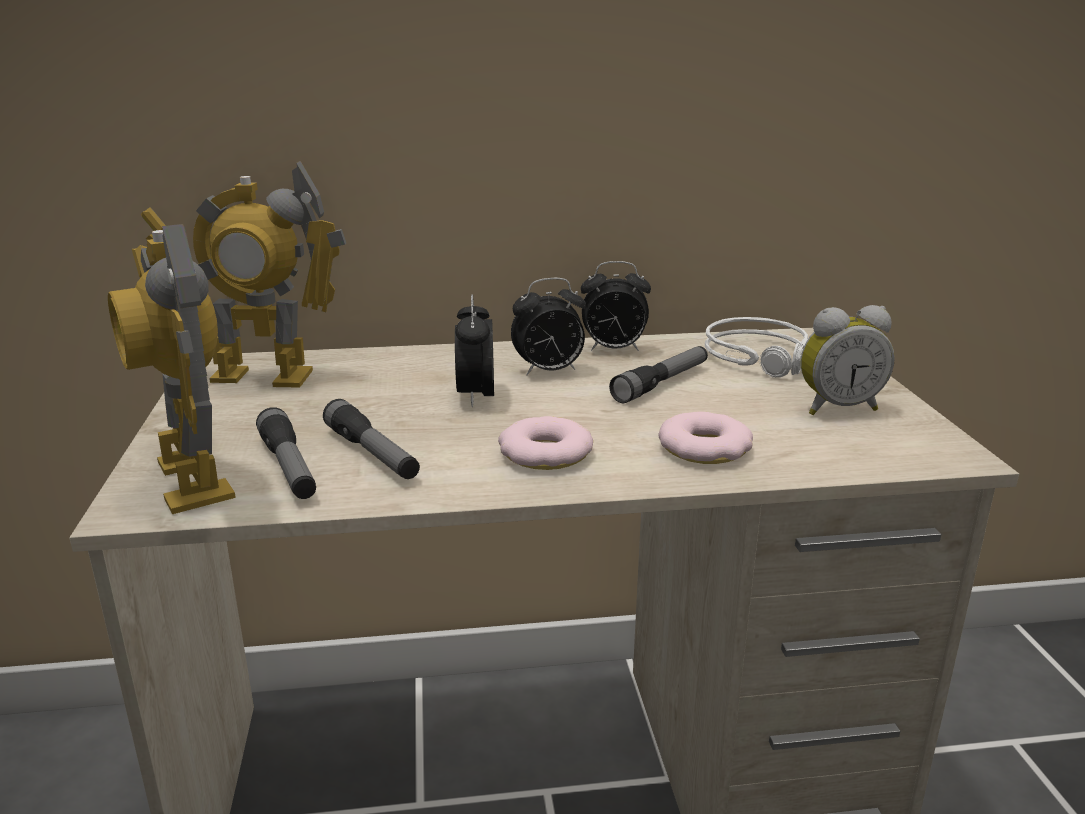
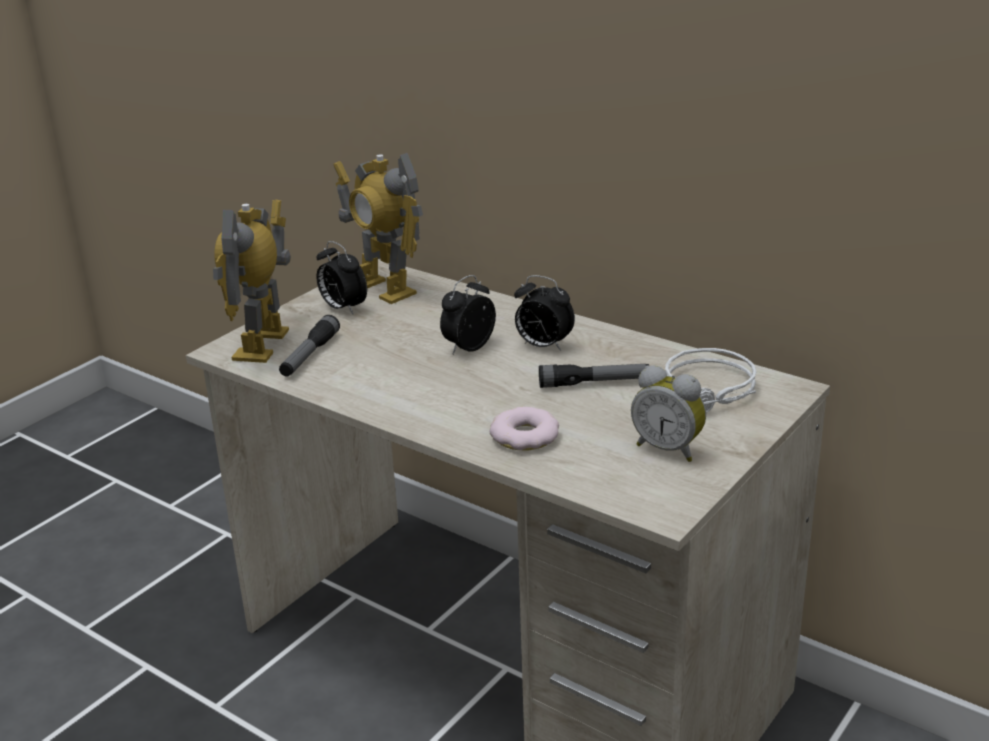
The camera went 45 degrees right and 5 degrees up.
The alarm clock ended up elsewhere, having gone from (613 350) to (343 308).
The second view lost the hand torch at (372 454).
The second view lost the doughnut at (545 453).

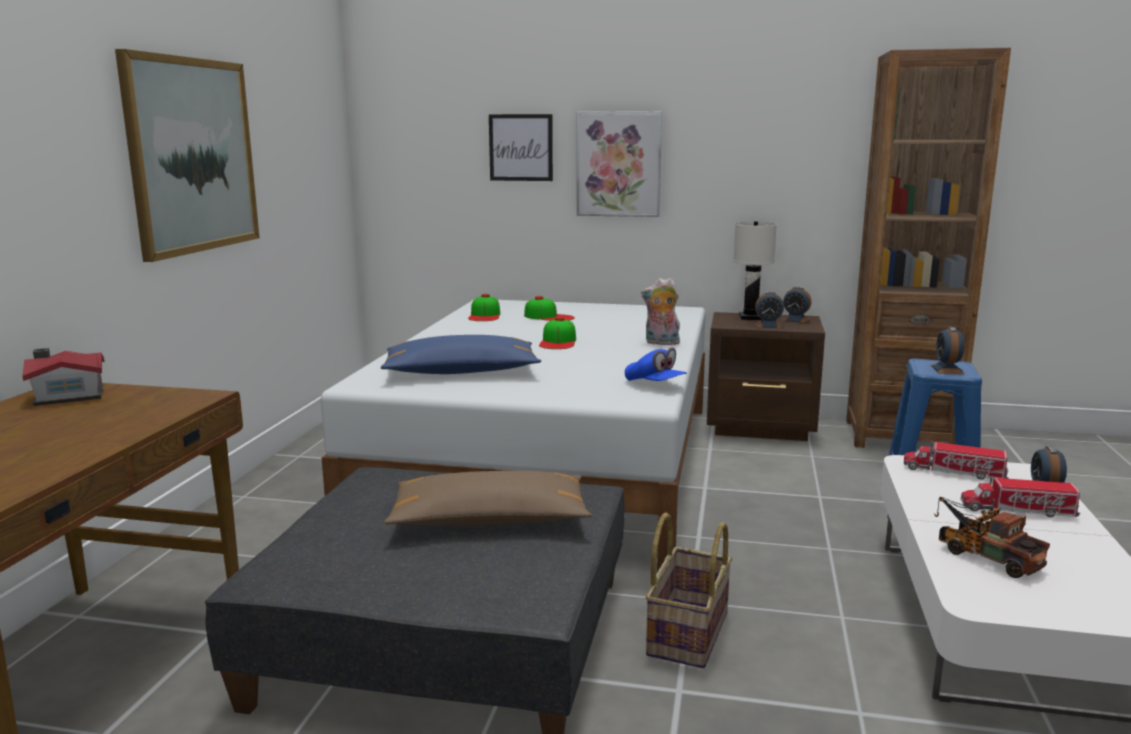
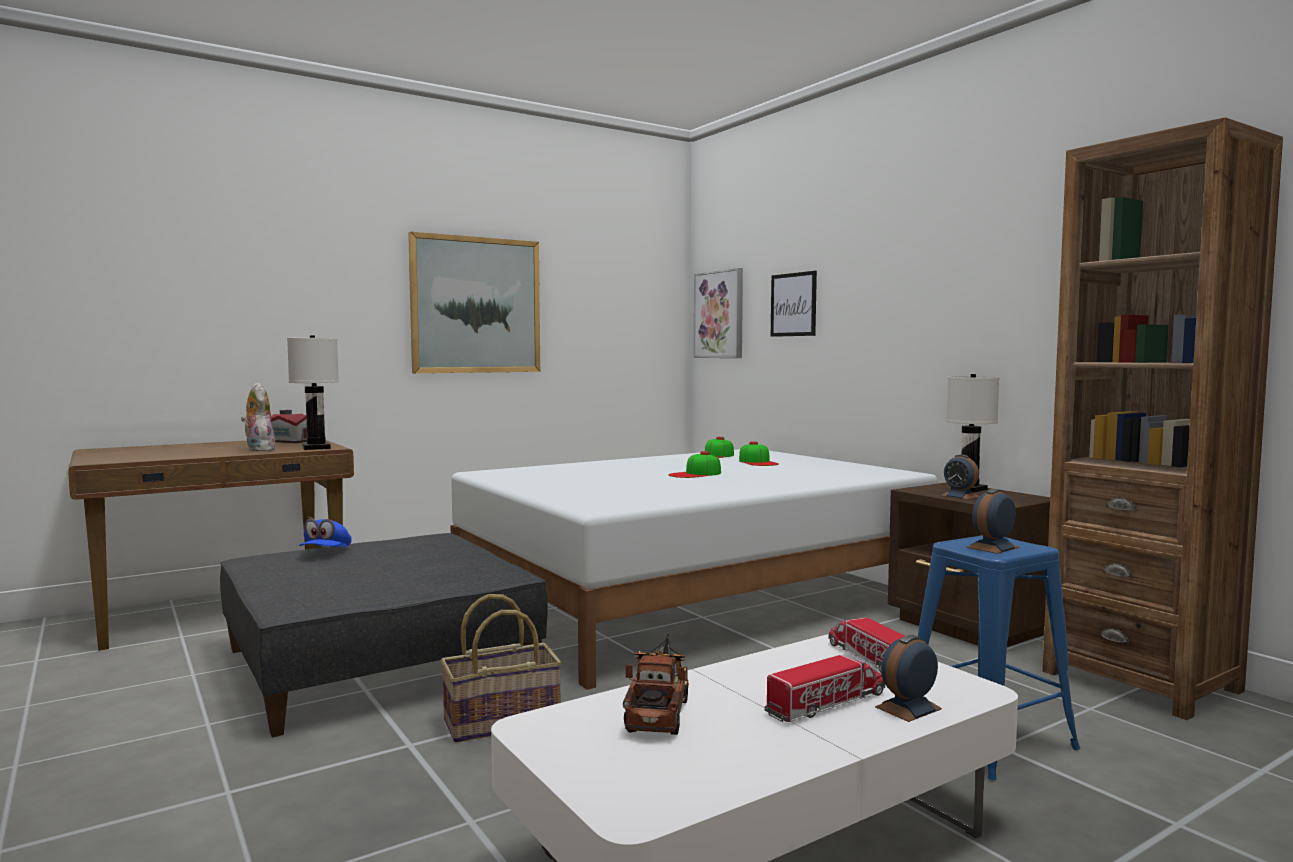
The camera went 45 degrees right and 10 degrees down.
The wall art ended up elsewhere, having gone from (619 164) to (719 314).
The soft toy ended up elsewhere, having gone from (661 343) to (258 450).
The second view lost the alarm clock at (796 320).
The second view lost the blue cushion at (461 372).
The blue peaked cap ended up elsewhere, having gone from (655 384) to (326 552).
The second view lost the brown cushion at (489 519).
The toy lorry at (1017 510) ended up facing another way, 90 degrees clockwise from before.
The second view gained the white-coloured lamp for a table at (316 448).

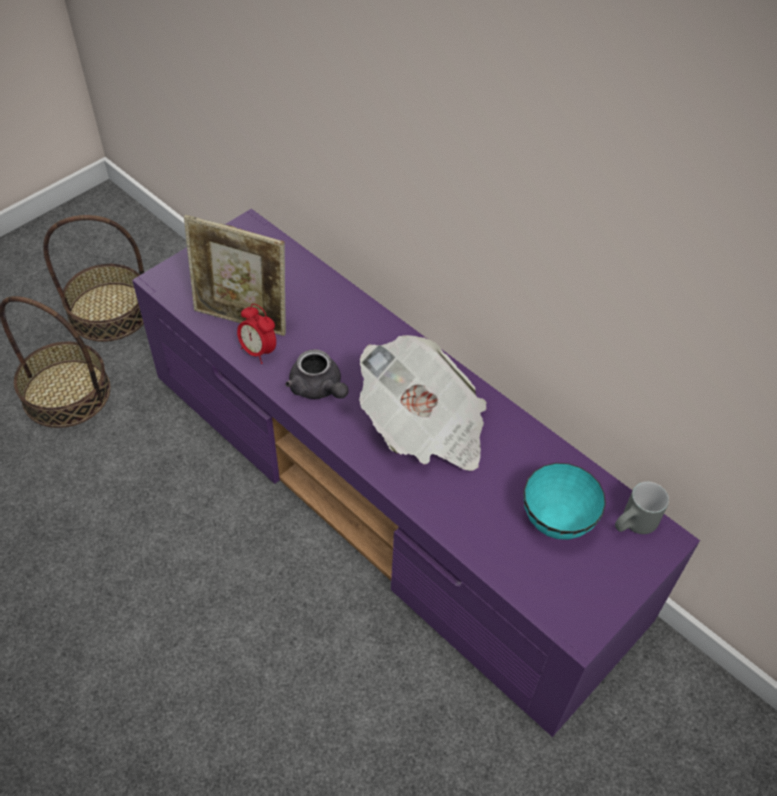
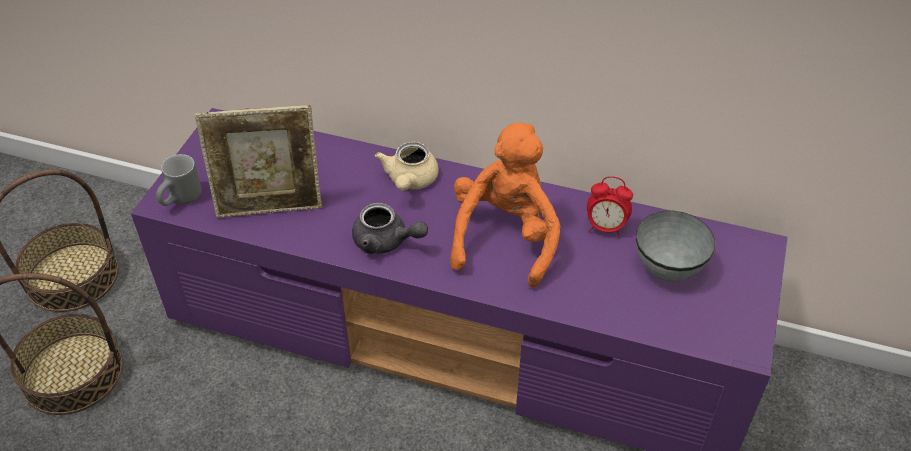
The camera went 25 degrees left and 5 degrees down.
The alarm clock ended up elsewhere, having gone from (258 351) to (605 228).
Where the daily paper stood at (424 427), the orangey soft toy came to stand at (505 237).
What was the turquoise-coloured deep dish at (556 520) turned into the greyish deep dish at (667 267).
The greyish mug ended up elsewhere, having gone from (635 526) to (182 200).
The second view gained the beige pot for tea at (410 181).

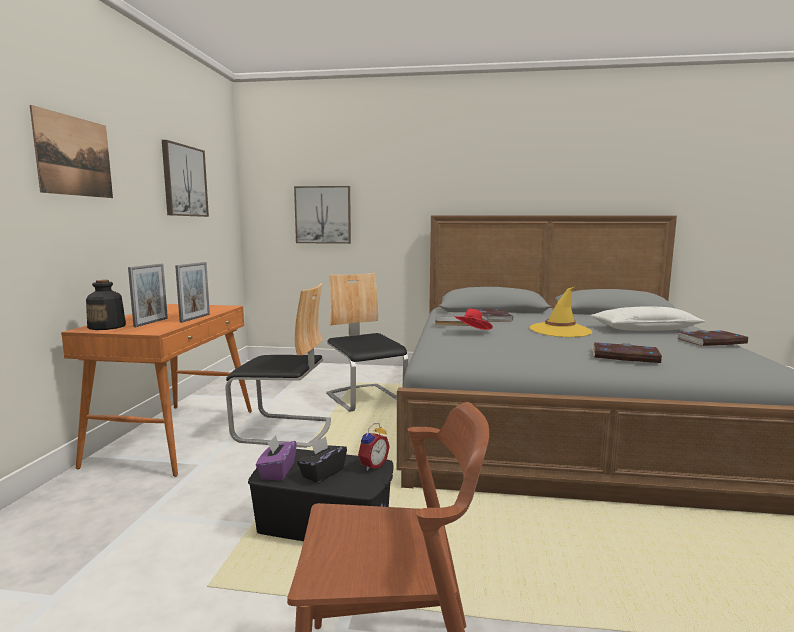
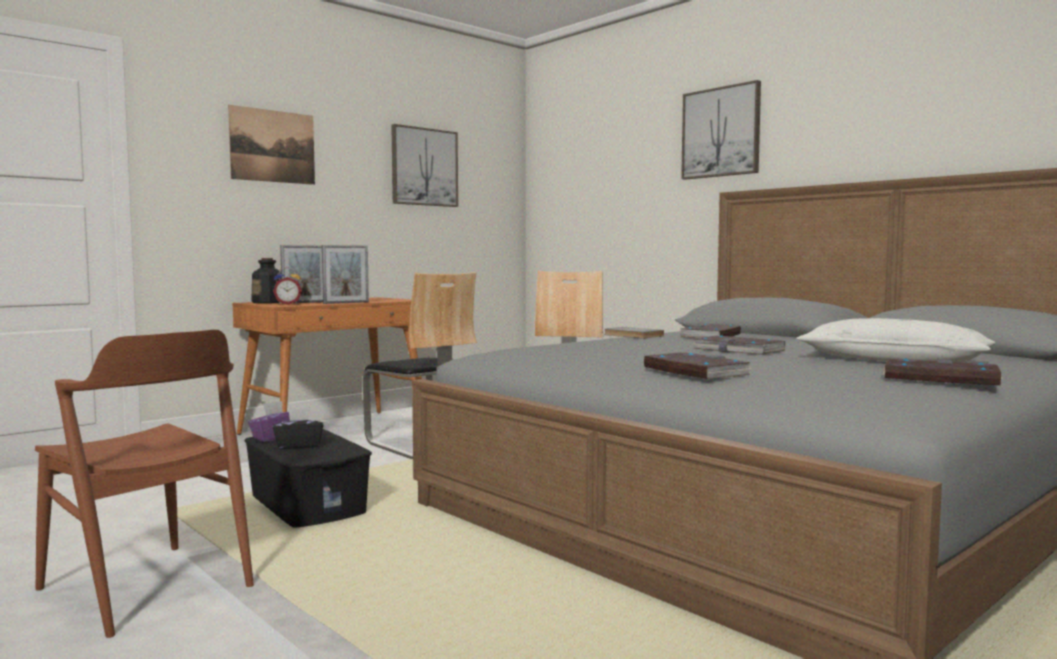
The camera went 40 degrees right and 5 degrees down.
The wall art ended up elsewhere, having gone from (323 215) to (721 132).
Where the yellow-coloured hat stood at (560 330), the bound book came to stand at (739 350).
The second view lost the red-coloured hat at (472 332).
The alarm clock ended up elsewhere, having gone from (372 465) to (288 304).

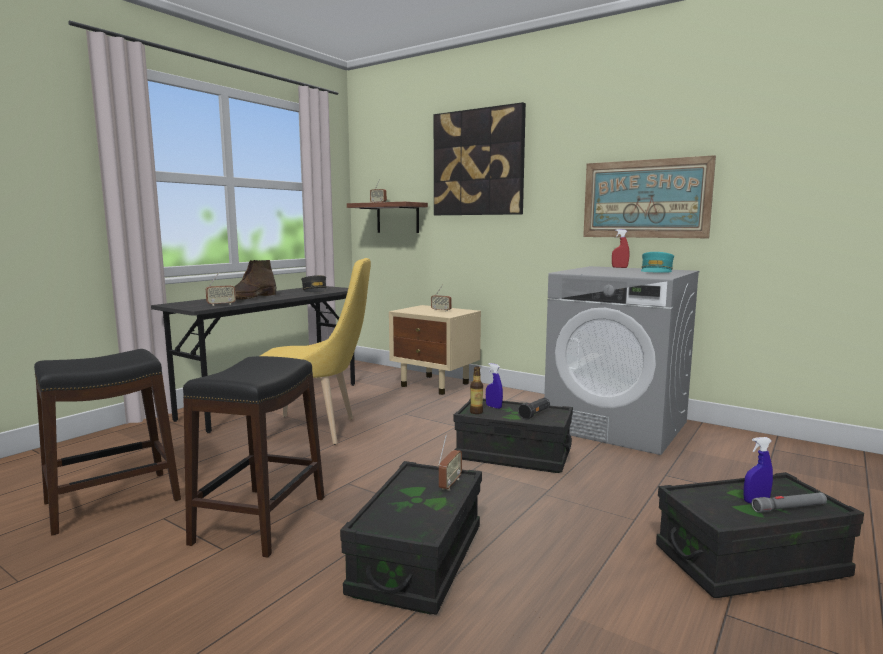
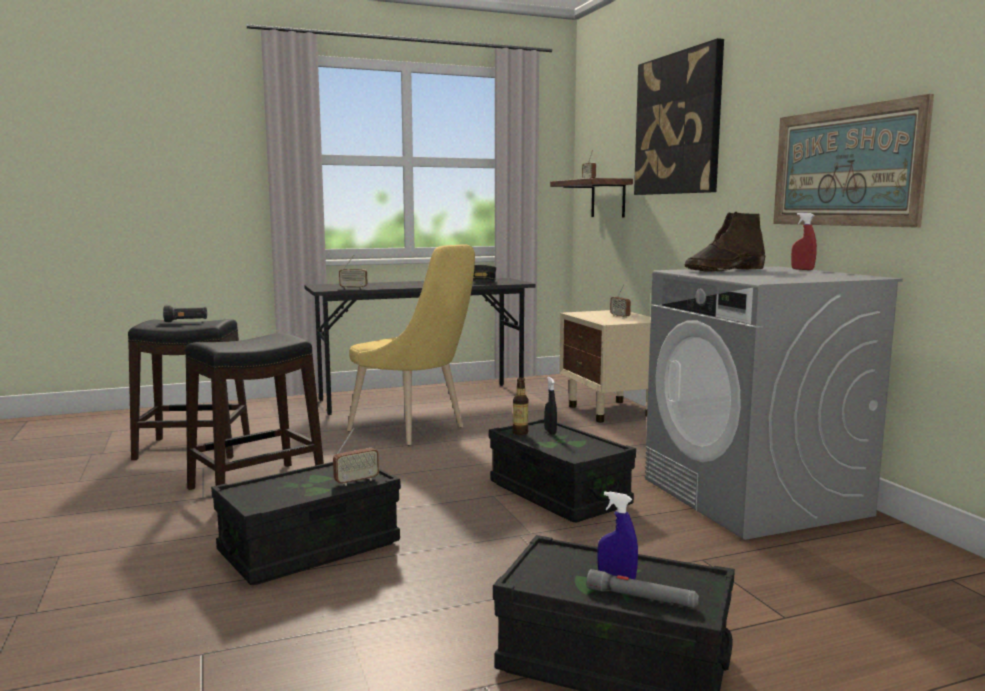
The camera went 35 degrees right and 0 degrees up.
The second view lost the turquoise-coloured peaked cap at (656 271).
The brown tall boot ended up elsewhere, having gone from (251 298) to (724 271).
What was the blue spray bottle at (493 407) turned into the blackish spray bottle at (550 432).
The blackish hand torch ended up elsewhere, having gone from (535 414) to (186 321).

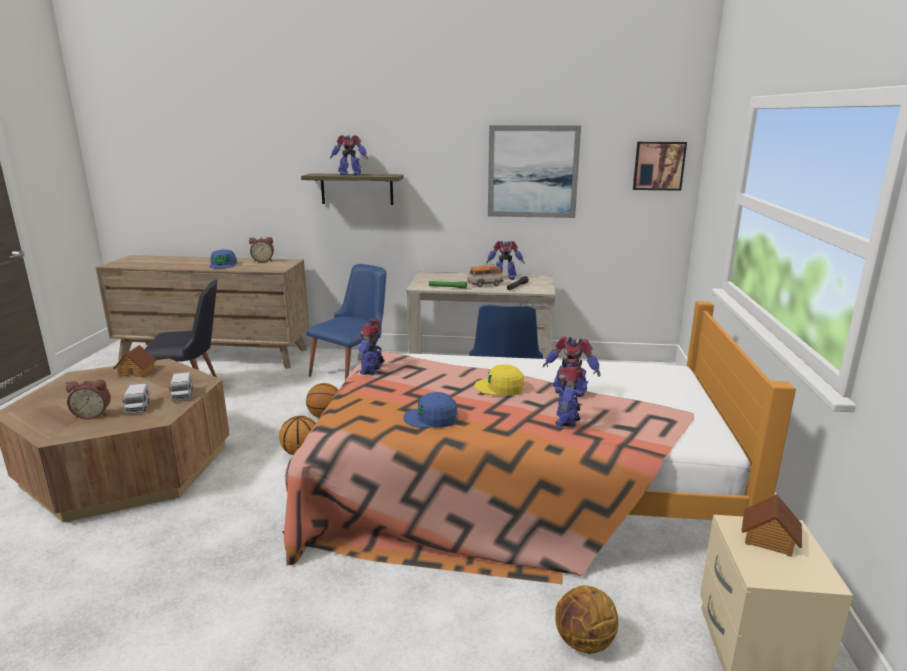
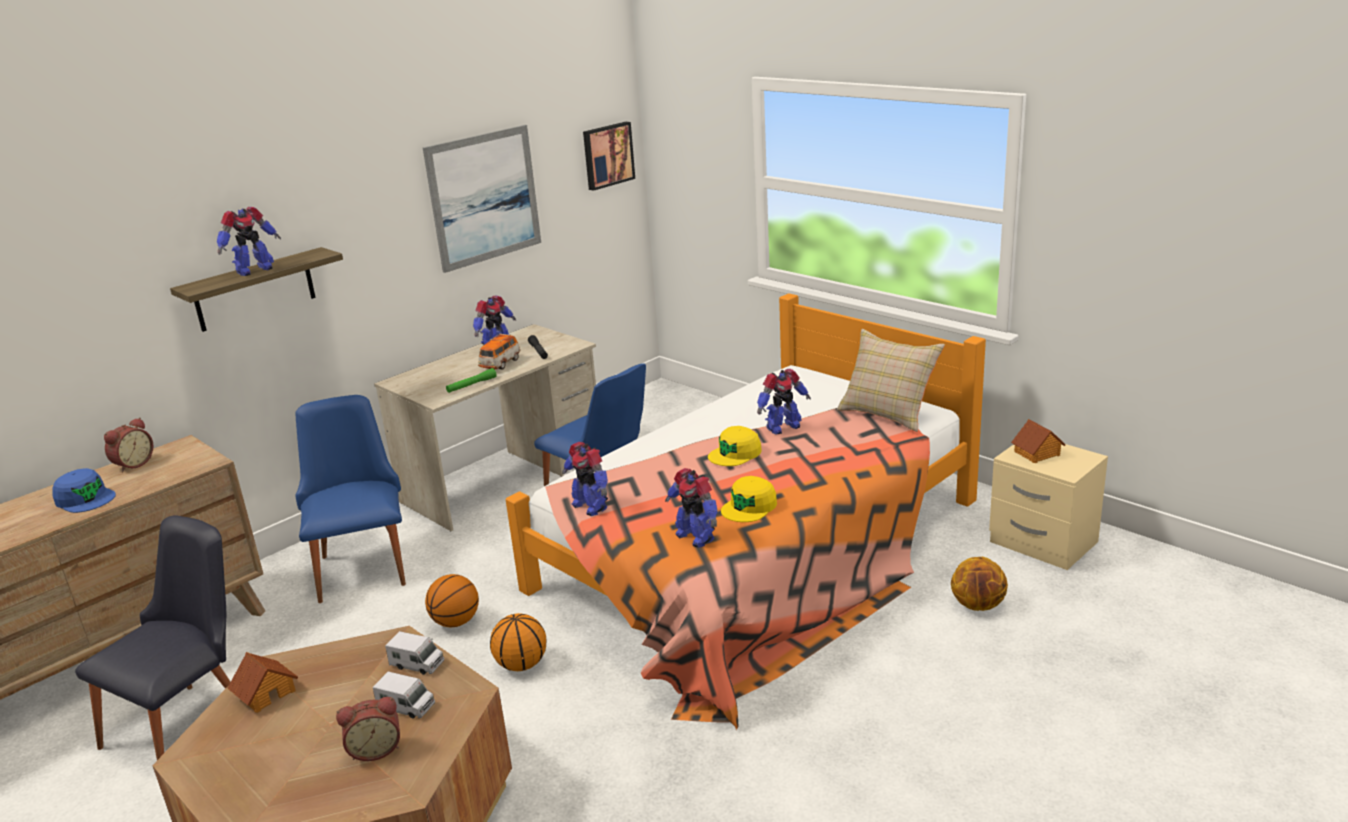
The camera went 50 degrees left and 5 degrees up.
The robot figure ended up elsewhere, having gone from (567 420) to (695 537).
The alarm clock at (93 414) ended up facing another way, 45 degrees clockwise from before.
What was the blue peaked cap at (431 418) turned into the yellow-coloured peaked cap at (749 507).
The second view gained the beige cushion at (888 413).

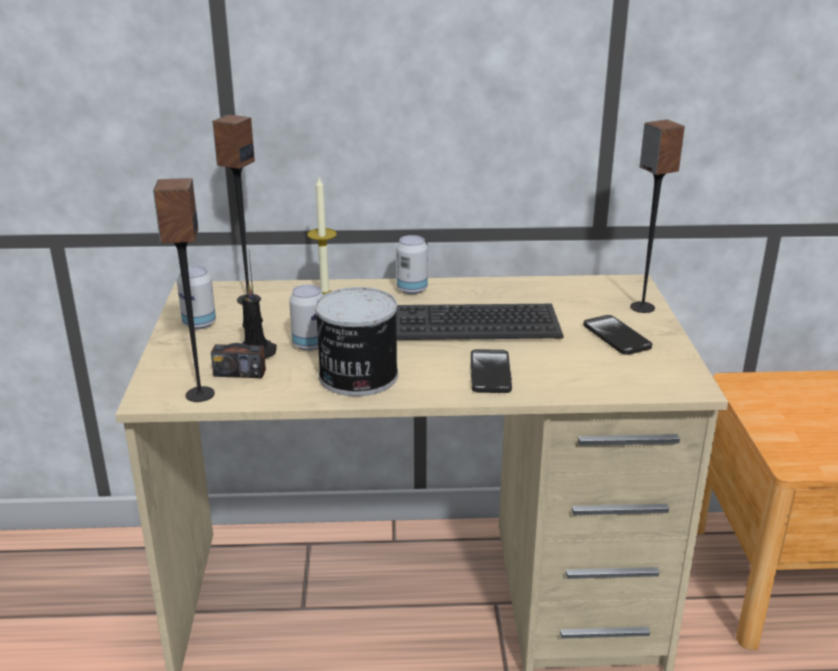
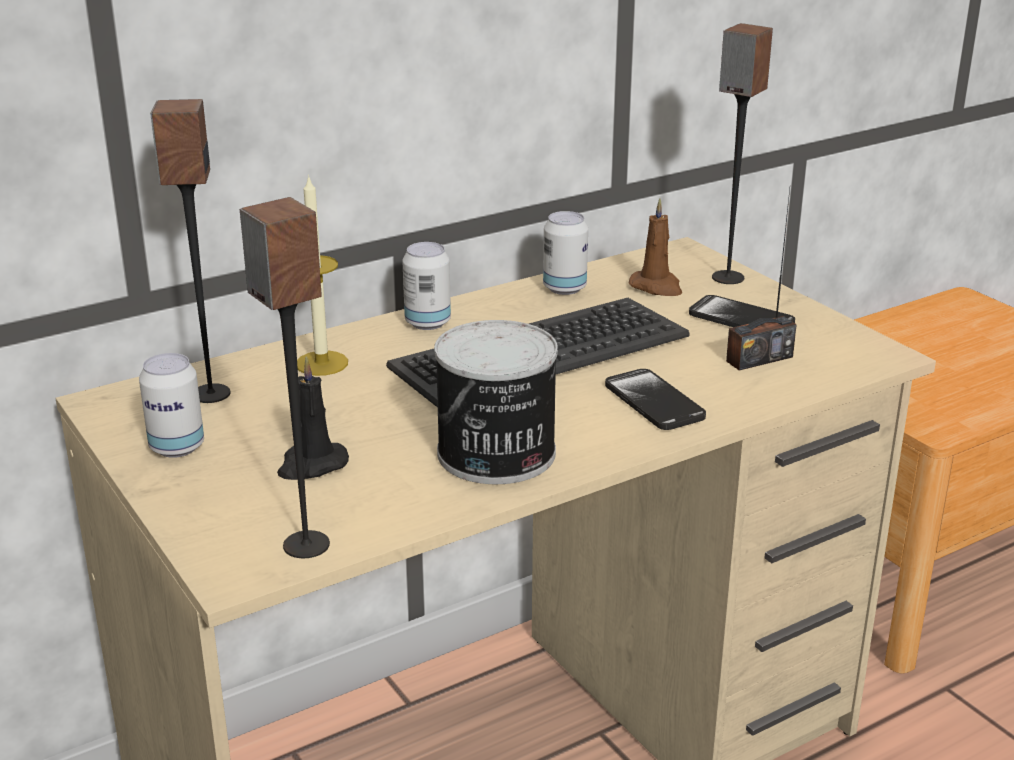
The camera went 30 degrees left and 0 degrees up.
The radio ended up elsewhere, having gone from (239 372) to (759 359).
The can ended up elsewhere, having gone from (310 345) to (564 288).
The second view gained the brown wax candle at (657 287).

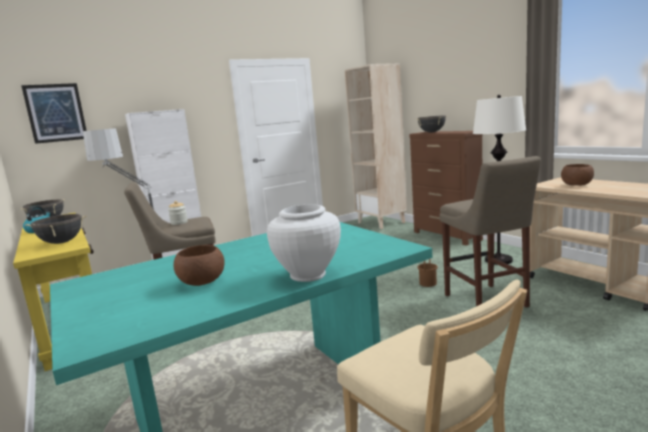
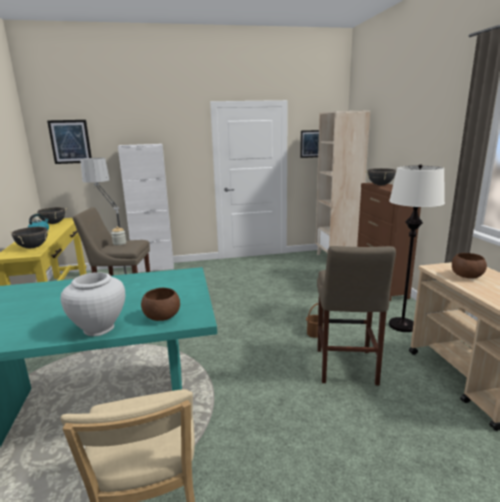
The camera went 20 degrees right and 5 degrees up.
The brown deep dish ended up elsewhere, having gone from (201 282) to (162 317).
The second view gained the wall art at (311 144).

